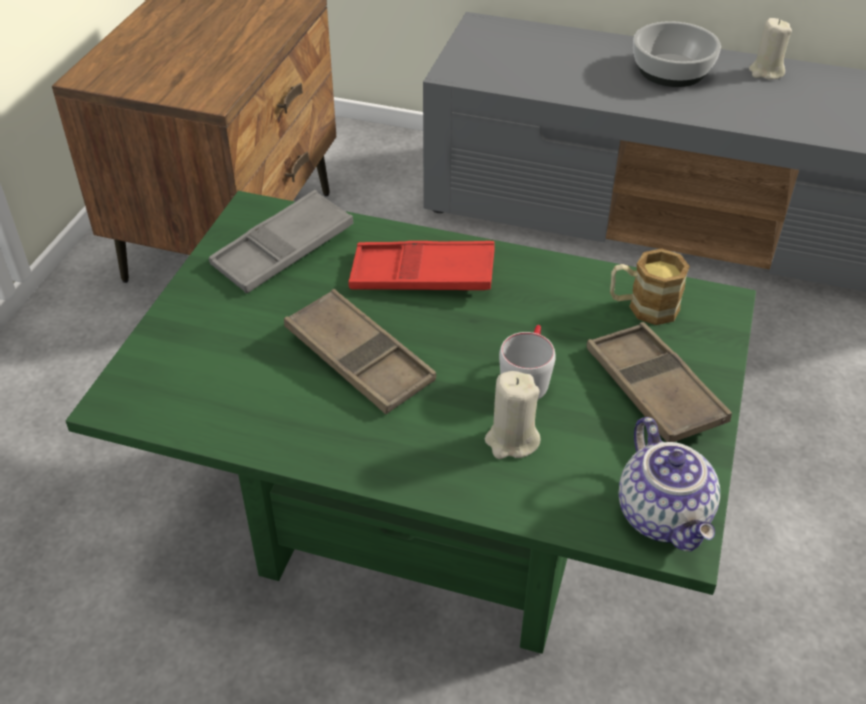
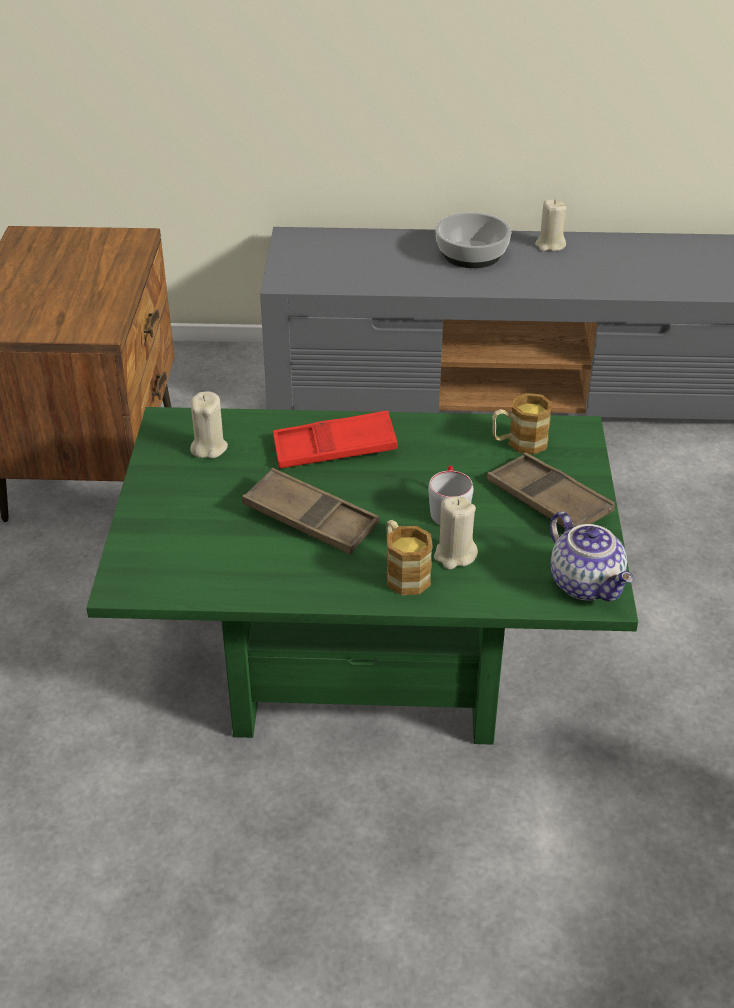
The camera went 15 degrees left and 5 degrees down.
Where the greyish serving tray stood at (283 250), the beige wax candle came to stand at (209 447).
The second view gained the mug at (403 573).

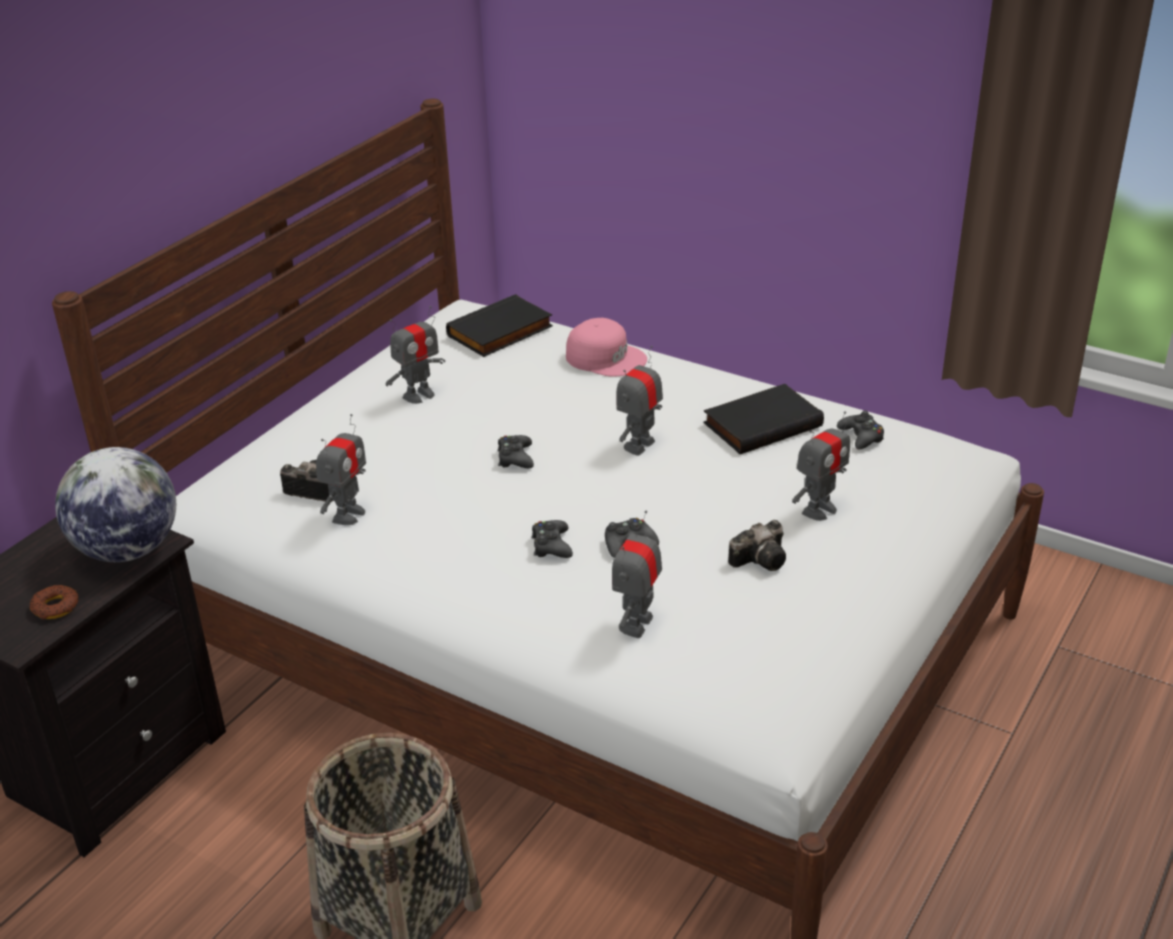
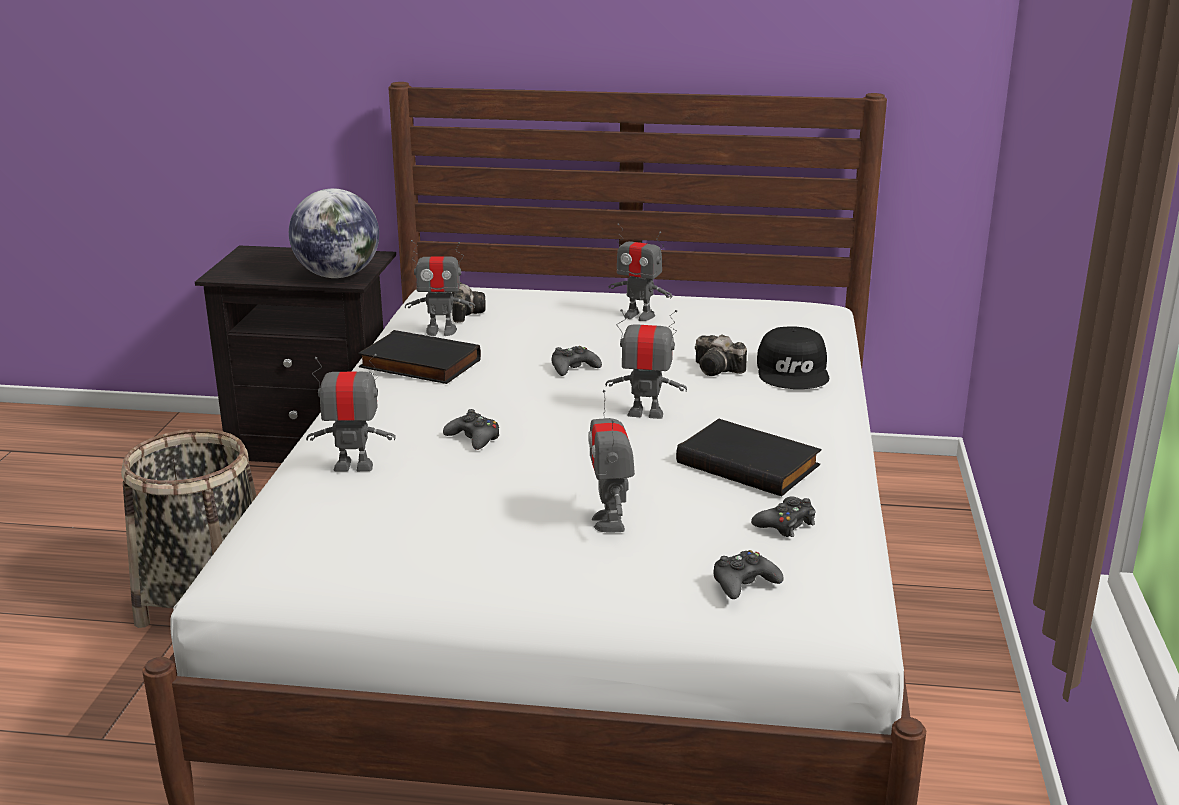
The camera went 65 degrees right and 10 degrees down.
The blackish bound book ended up elsewhere, having gone from (501 332) to (418 365).
What was the pink-coloured peaked cap at (606 357) turned into the blackish peaked cap at (794 371).
The robot figure at (819 510) ended up facing another way, 60 degrees clockwise from before.
The blackish game controller ended up elsewhere, having gone from (551 546) to (744 583).
The still camera ended up elsewhere, having gone from (762 559) to (719 370).
The second view lost the doughnut at (55 607).

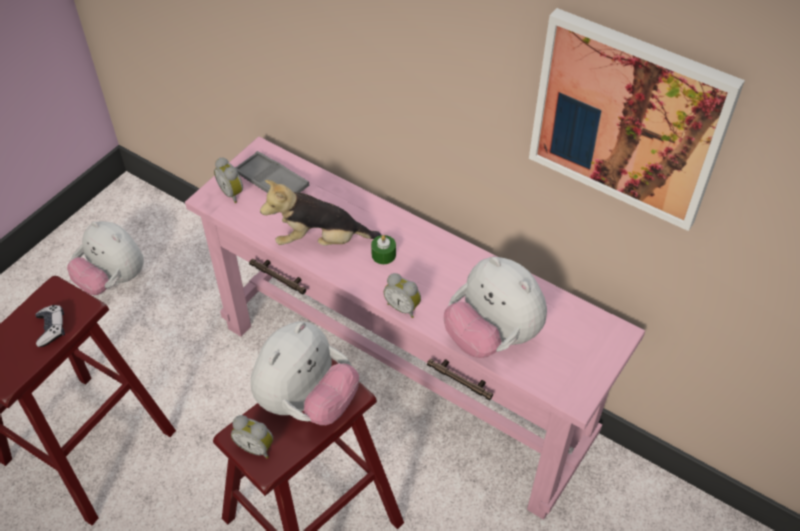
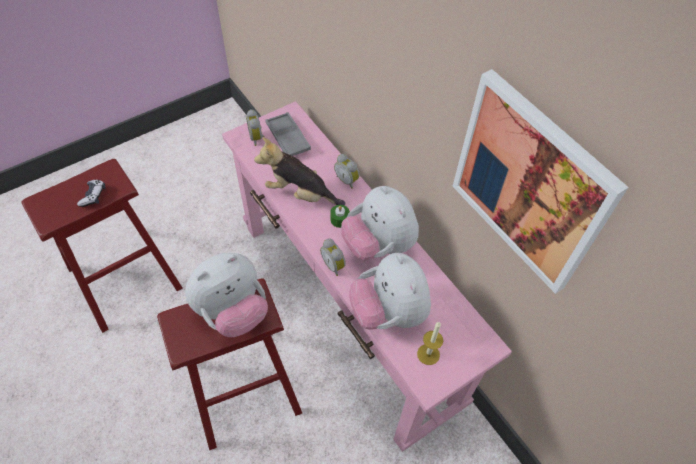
The camera went 20 degrees right and 5 degrees up.
The soft toy ended up elsewhere, having gone from (113 280) to (378 245).
The alarm clock ended up elsewhere, having gone from (256 446) to (347 180).
The second view gained the wax candle at (428 354).

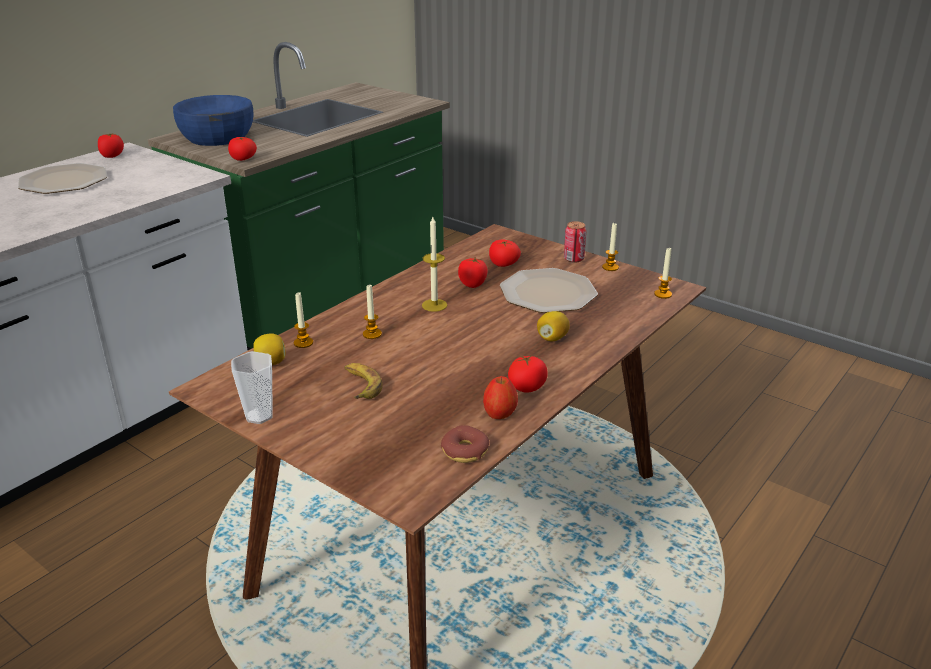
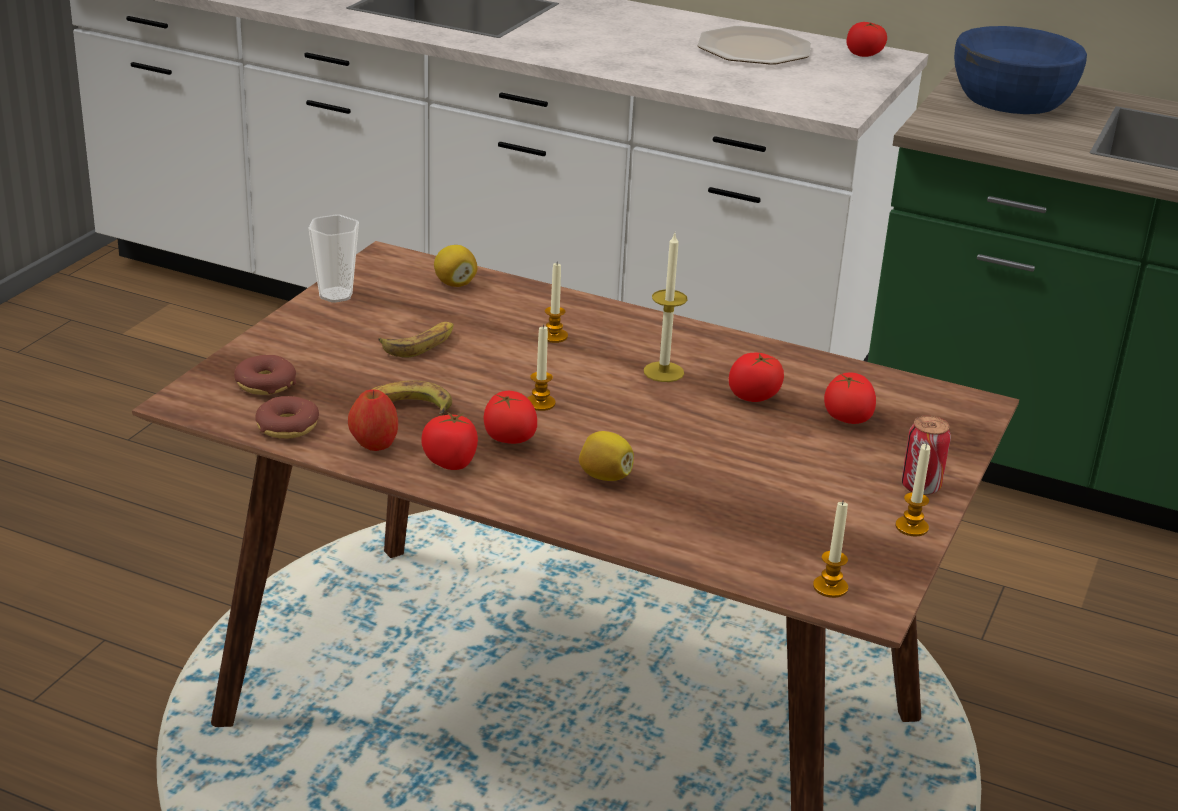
The camera went 75 degrees right and 0 degrees up.
The fresh tomato ended up elsewhere, having gone from (243 159) to (509 438).
The second view lost the dinner plate at (549 292).
The wax candle ended up elsewhere, having gone from (303 343) to (540 403).
The second view gained the doughnut at (265 384).
The second view gained the banana fruit at (405 408).

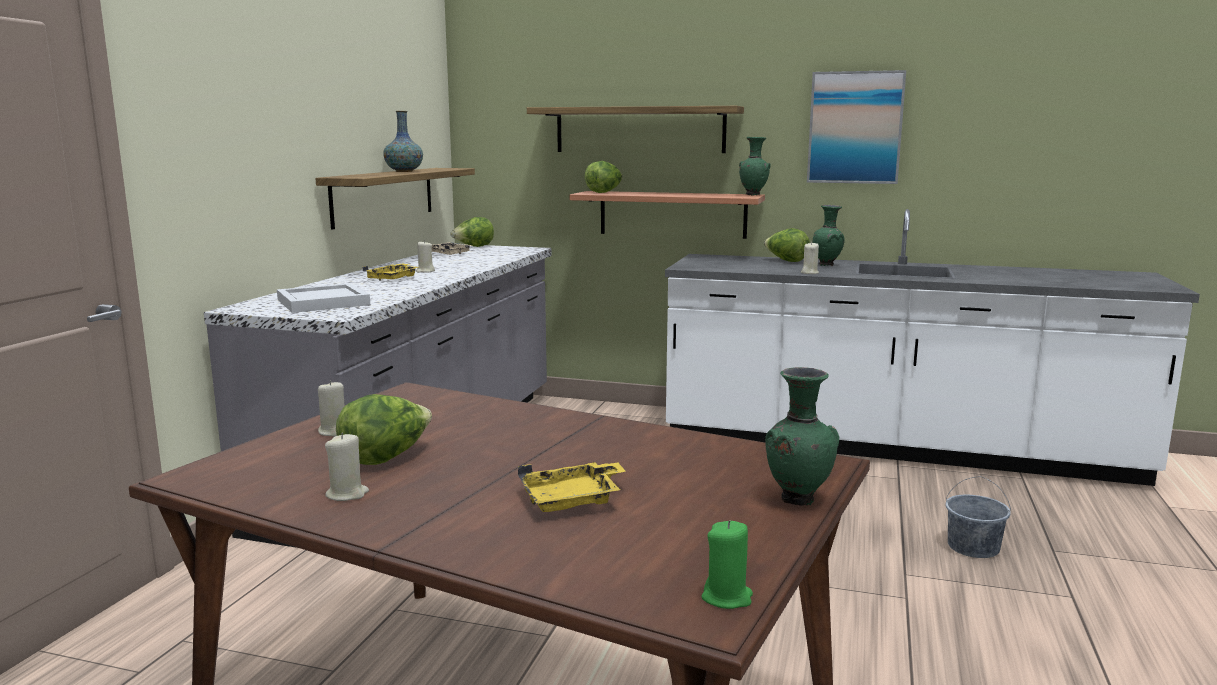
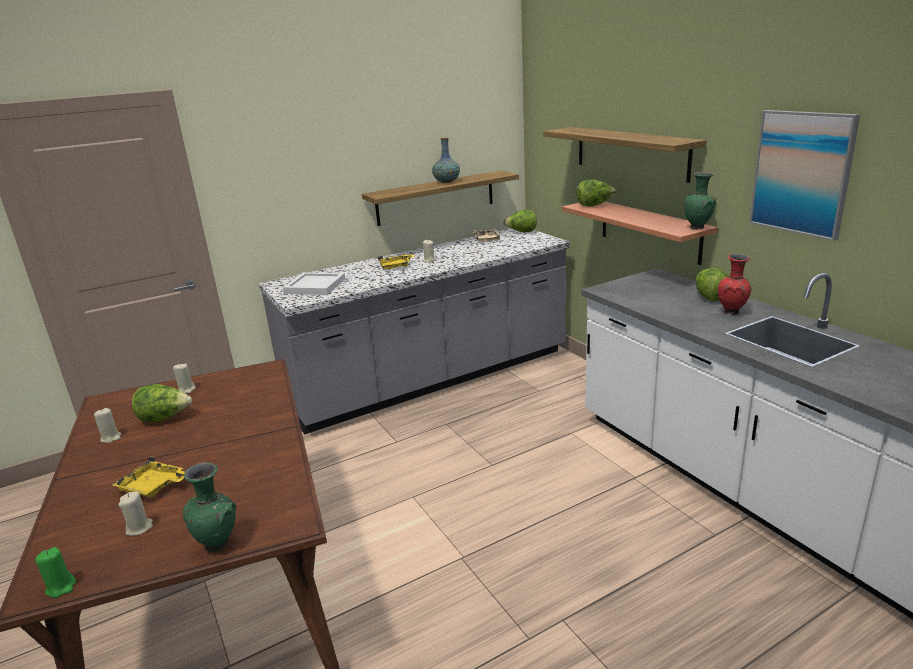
The camera went 45 degrees right and 10 degrees up.
What was the greenish flower vase at (827 265) turned into the red-coloured flower vase at (732 313).
The beige wax candle ended up elsewhere, having gone from (809 273) to (139 528).
The second view lost the greyish water bucket at (973 547).

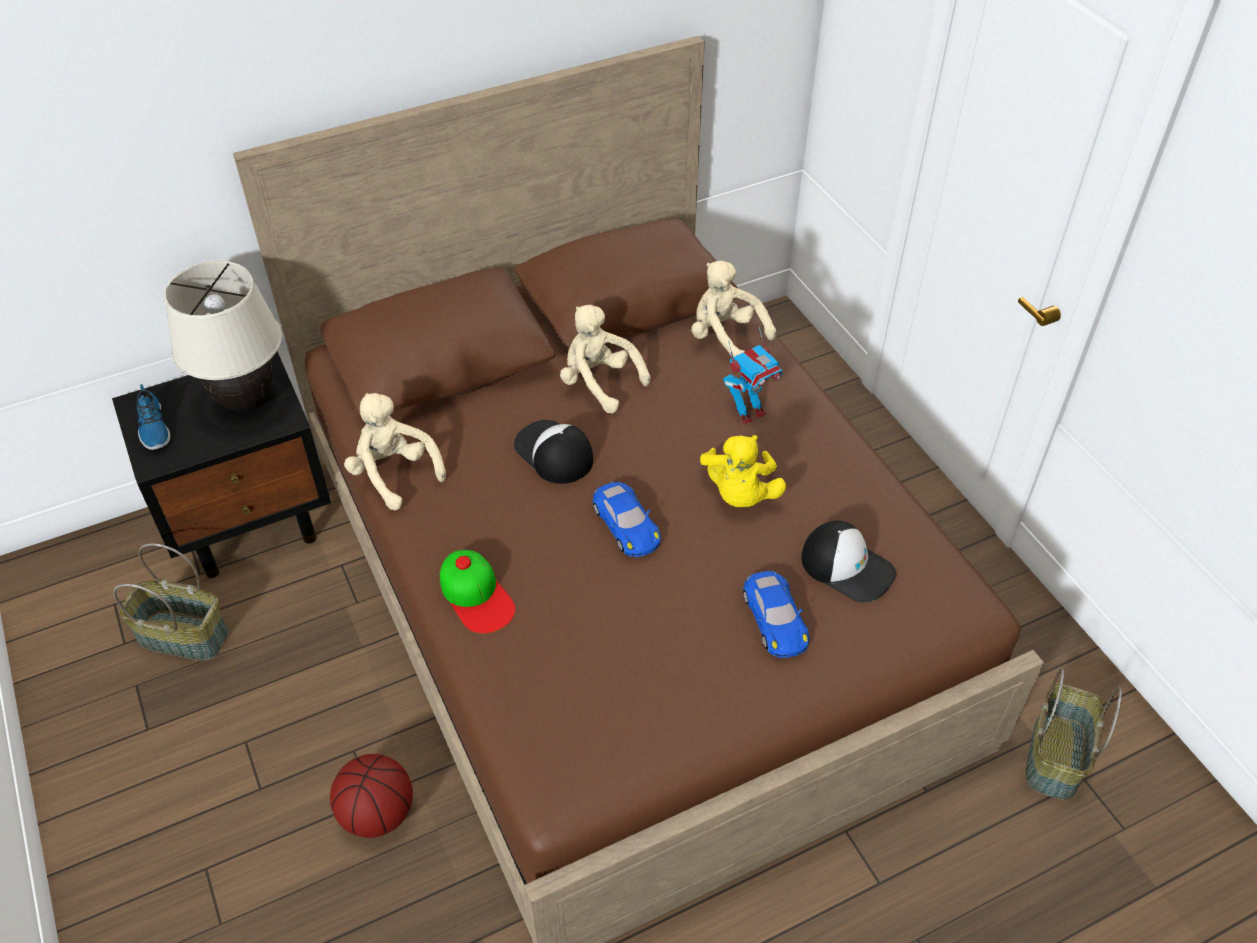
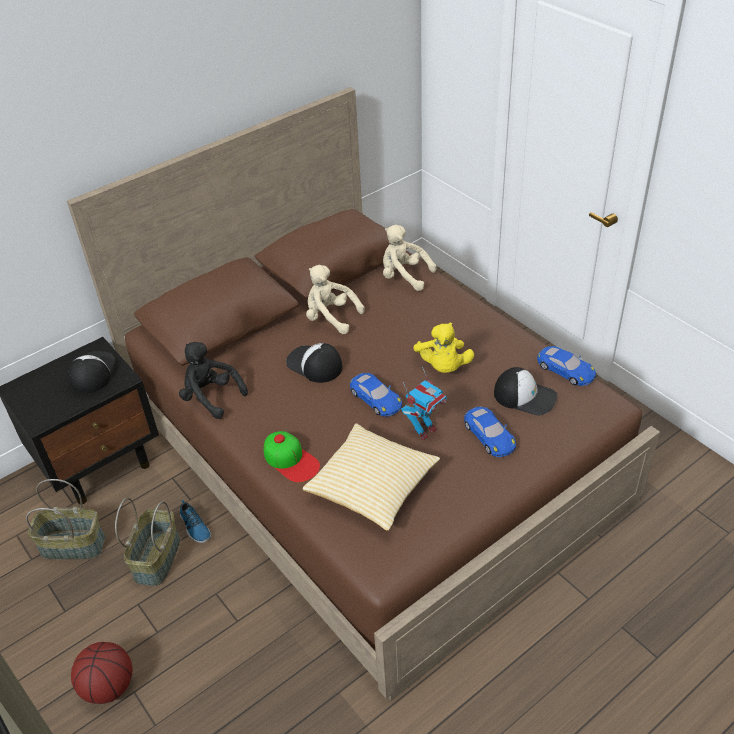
The camera went 10 degrees left and 5 degrees down.
Where the beige lamp for a table stood at (245 401), the peaked cap came to stand at (92 373).
The robot figure ended up elsewhere, having gone from (749 412) to (424 430).
The shoe ended up elsewhere, having gone from (152 427) to (194 527).
What was the beige soft toy at (394 473) turned into the blackish soft toy at (211 397).
The storage basket ended up elsewhere, having gone from (1054 755) to (156 558).
The basketball ended up elsewhere, having gone from (378 813) to (109 686).
The second view gained the blue toy car at (565 370).
The second view gained the cushion at (372 487).

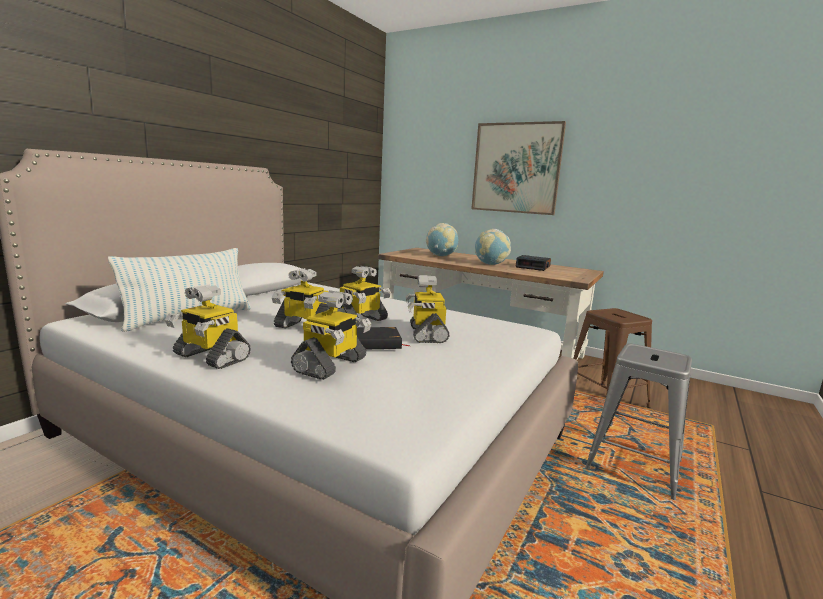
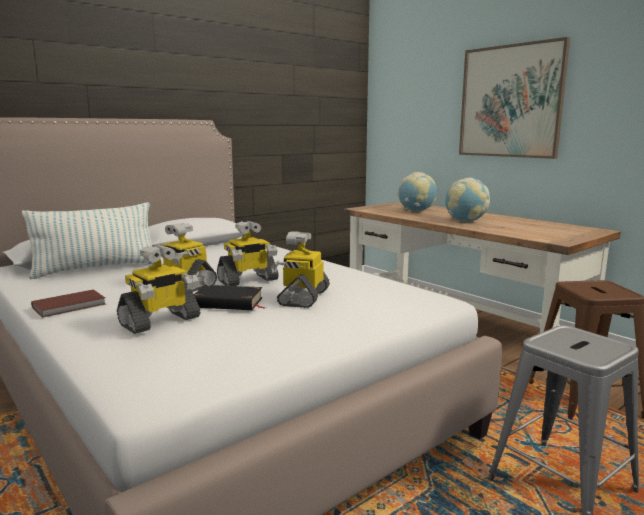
The camera went 20 degrees right and 0 degrees up.
The second view lost the alarm clock at (533 267).
Where the robot figure stood at (210 357), the brown bound book came to stand at (70 306).

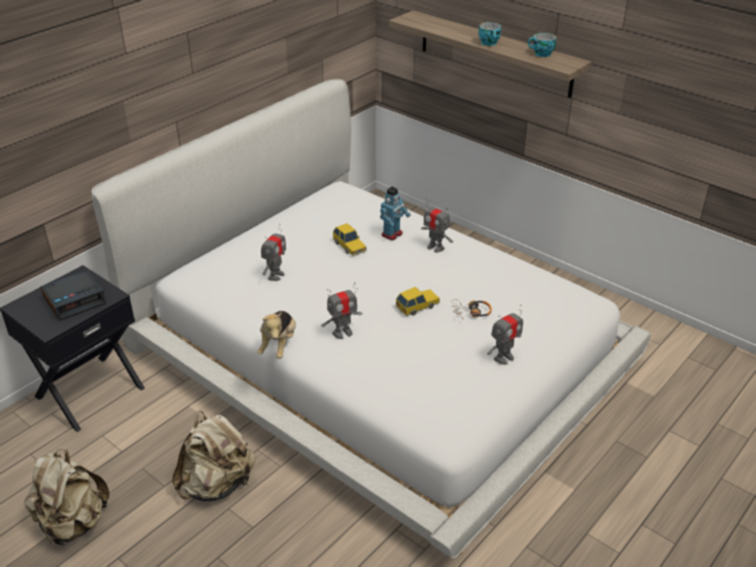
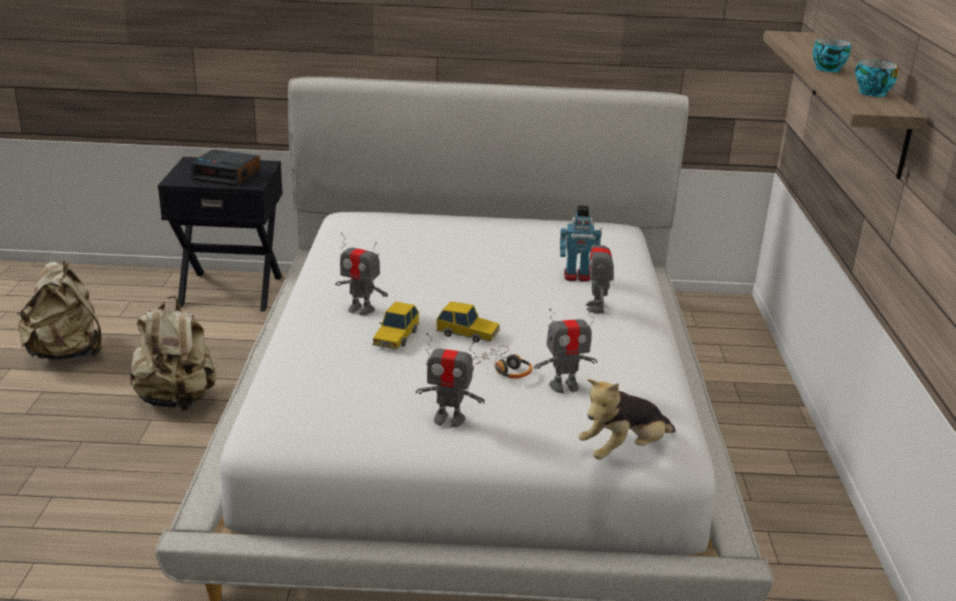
The camera went 50 degrees right and 10 degrees down.
The toy car ended up elsewhere, having gone from (349 246) to (396 337).
The robot figure ended up elsewhere, having gone from (275 275) to (564 386).
The soft toy ended up elsewhere, having gone from (278 345) to (624 450).

